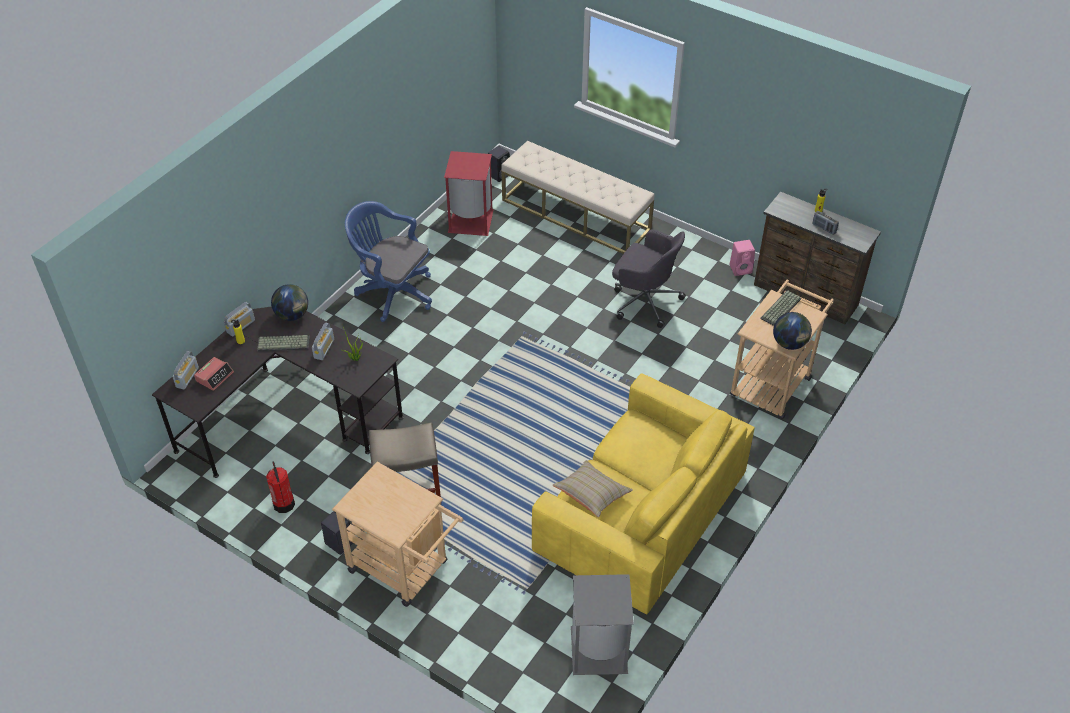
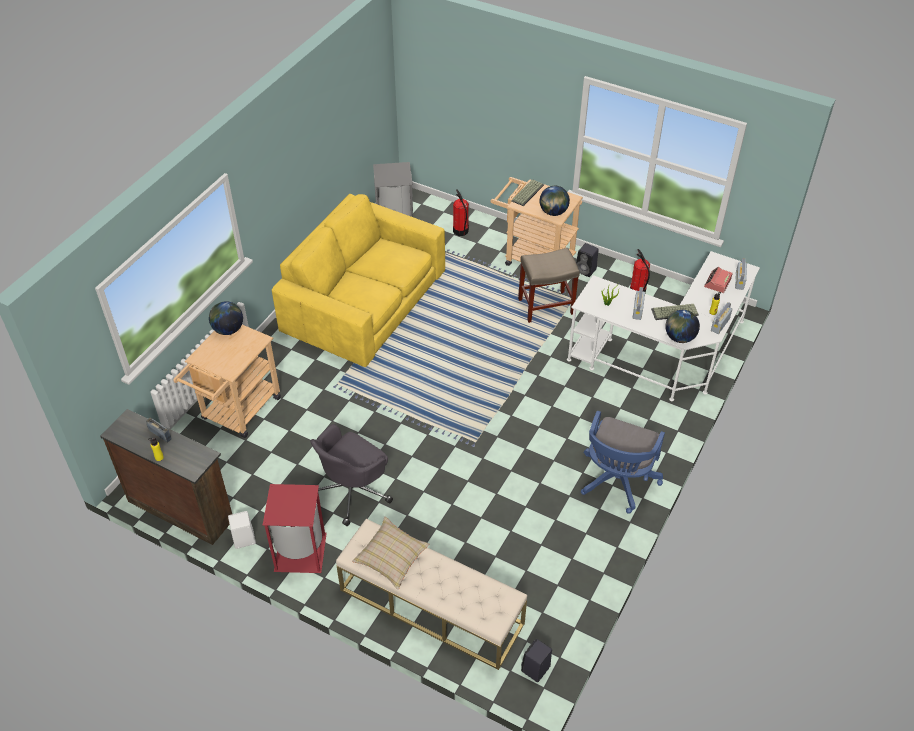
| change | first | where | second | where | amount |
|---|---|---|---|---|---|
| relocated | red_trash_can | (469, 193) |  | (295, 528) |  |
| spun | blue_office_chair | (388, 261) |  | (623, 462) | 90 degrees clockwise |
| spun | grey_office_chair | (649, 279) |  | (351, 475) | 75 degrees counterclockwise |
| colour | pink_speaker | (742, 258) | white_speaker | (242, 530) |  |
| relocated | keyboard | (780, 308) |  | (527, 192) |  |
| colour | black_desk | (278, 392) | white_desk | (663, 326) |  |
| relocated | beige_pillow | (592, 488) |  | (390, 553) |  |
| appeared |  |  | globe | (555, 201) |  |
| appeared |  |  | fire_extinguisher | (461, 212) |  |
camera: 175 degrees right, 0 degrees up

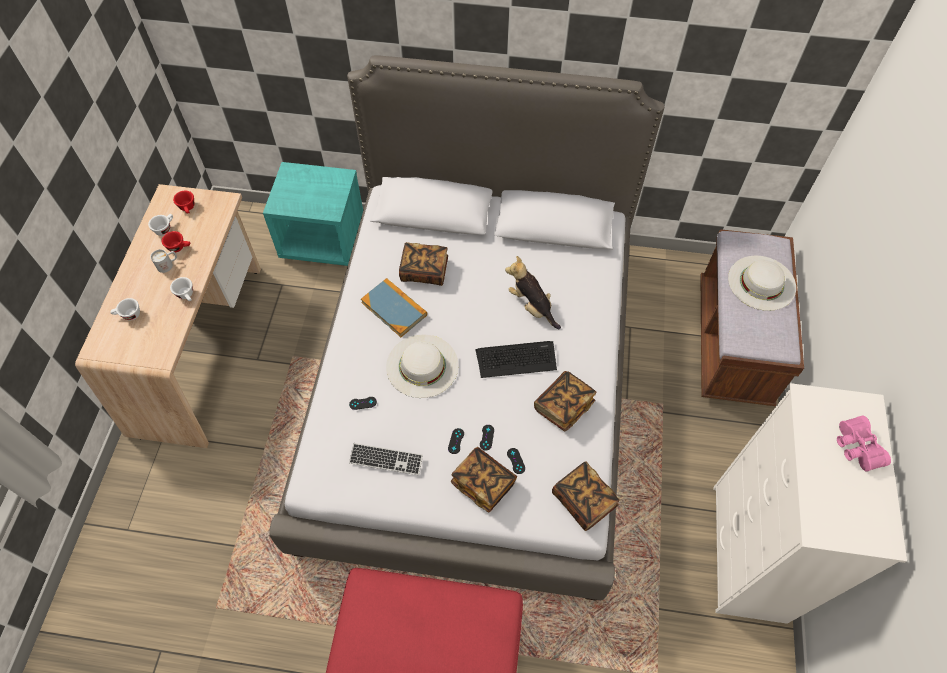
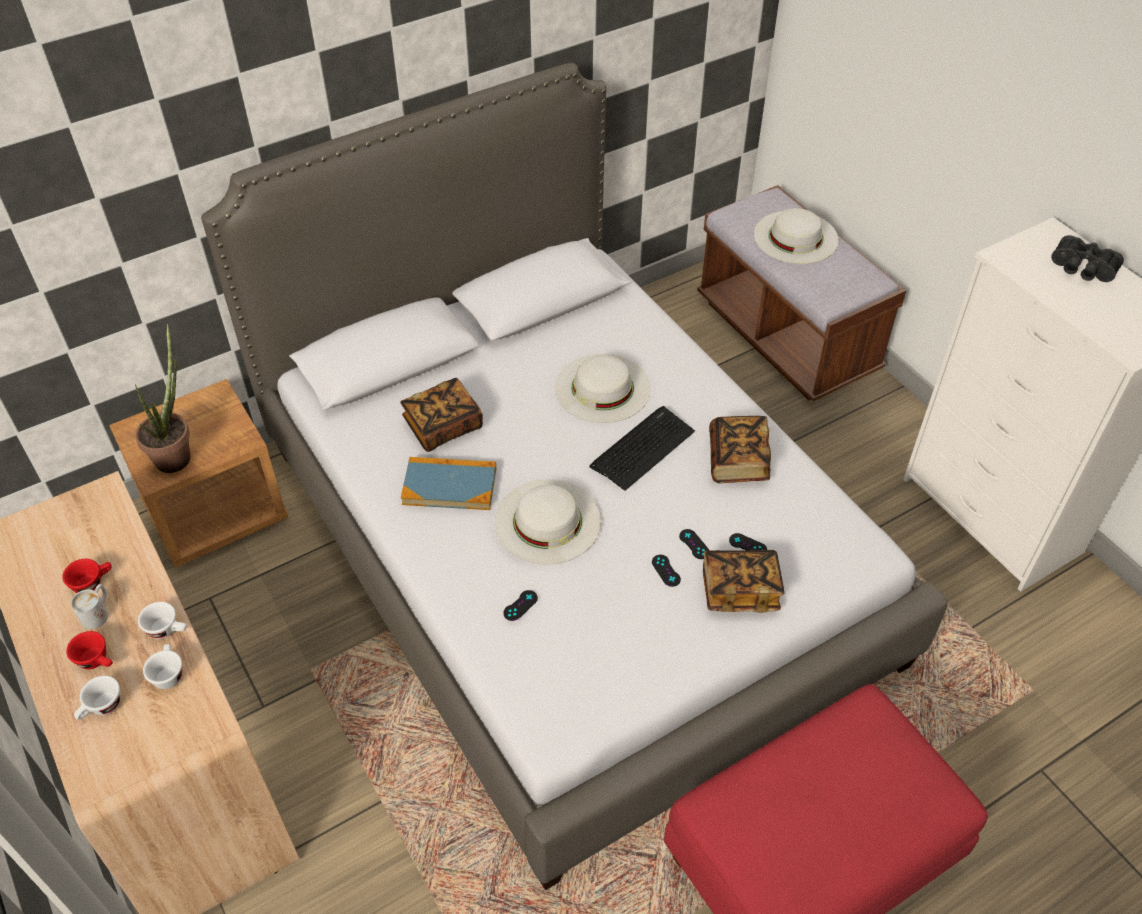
| change | first | where | second | where | amount |
|---|---|---|---|---|---|
| colour | turquoise_nightstand | (313, 214) | brown_nightstand | (198, 473) |  |
| relocated | red_cup | (183, 202) |  | (89, 650) |  |
| relocated | white_cup | (160, 225) |  | (162, 666) |  |
| exchanged | plush_toy | (533, 292) | white_hat | (603, 388) |  |
| colour | pink_binoculars | (864, 443) | black_binoculars | (1087, 258) |  |
| missing | keyboard | (386, 459) |  |  |  |
| missing | book | (585, 496) |  |  |  |
| appeared |  |  | potted_plant | (162, 398) |  |
camera: 40 degrees left, 10 degrees down

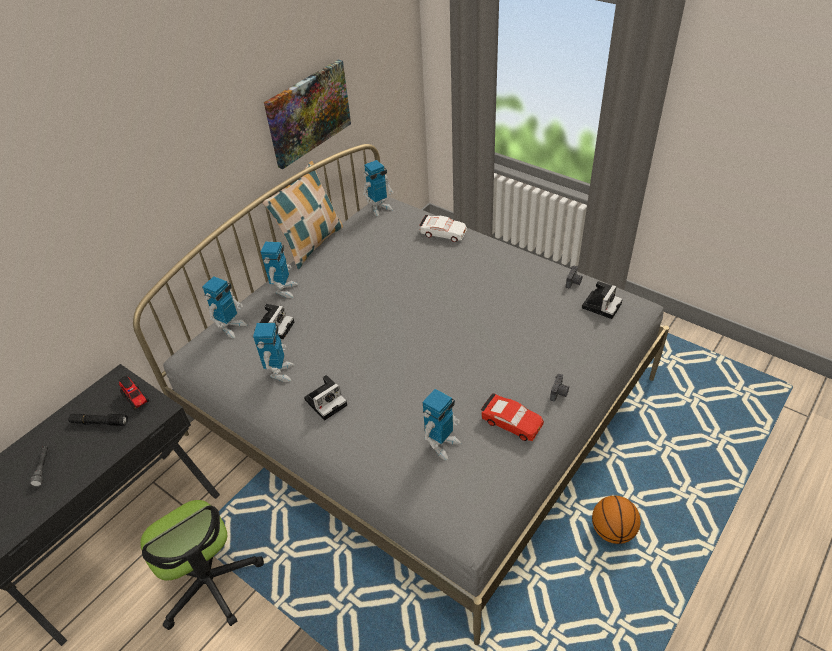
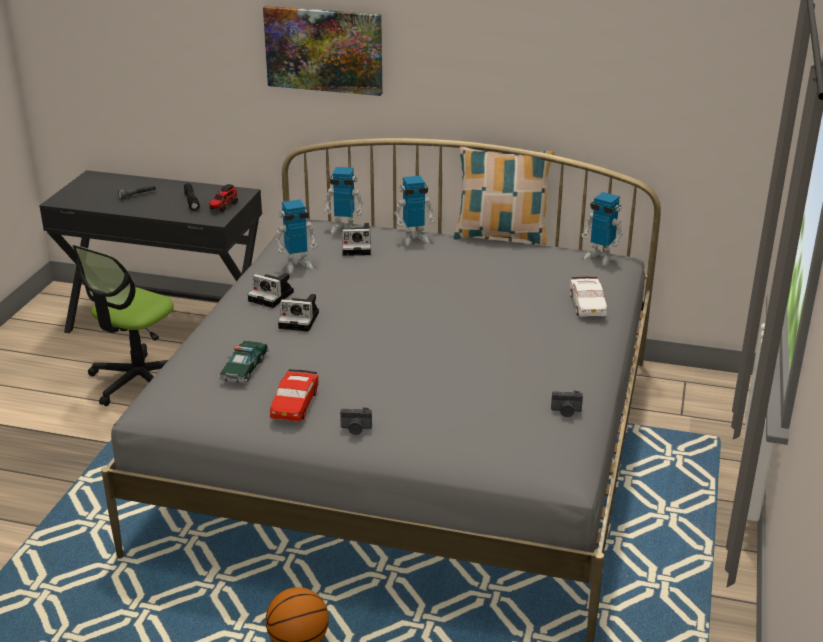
| change | first | where | second | where | amount |
|---|---|---|---|---|---|
| relocated | picture | (307, 114) |  | (322, 51) |  |
| relocated | photo_camera | (602, 300) |  | (298, 312) |  |
| exchanged | toy_robot | (442, 424) | toy_car | (244, 362) |  |
camera: 65 degrees right, 15 degrees down

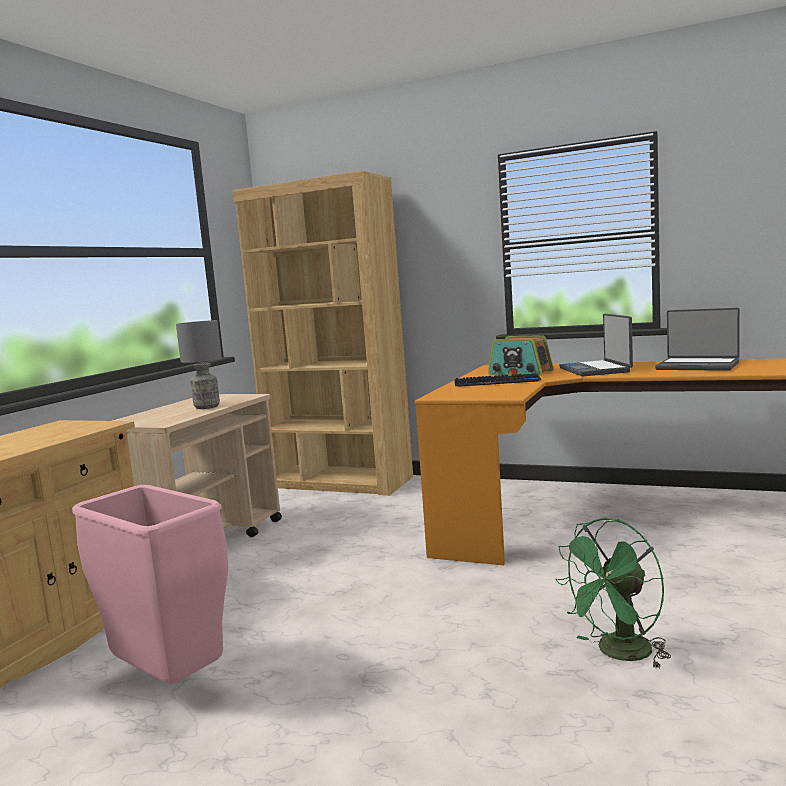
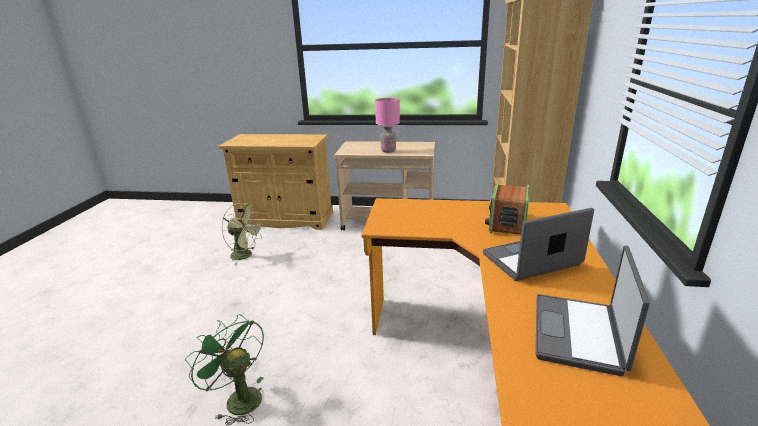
| change | first | where | second | where | amount |
|---|---|---|---|---|---|
| colour | grey_table_lamp | (199, 364) | pink_table_lamp | (387, 125) |  |
| missing | keyboard | (497, 380) |  |  |  |
| exchanged | pink_trash_can | (150, 584) | green_fan | (243, 234) |  |
camera: 75 degrees right, 15 degrees up

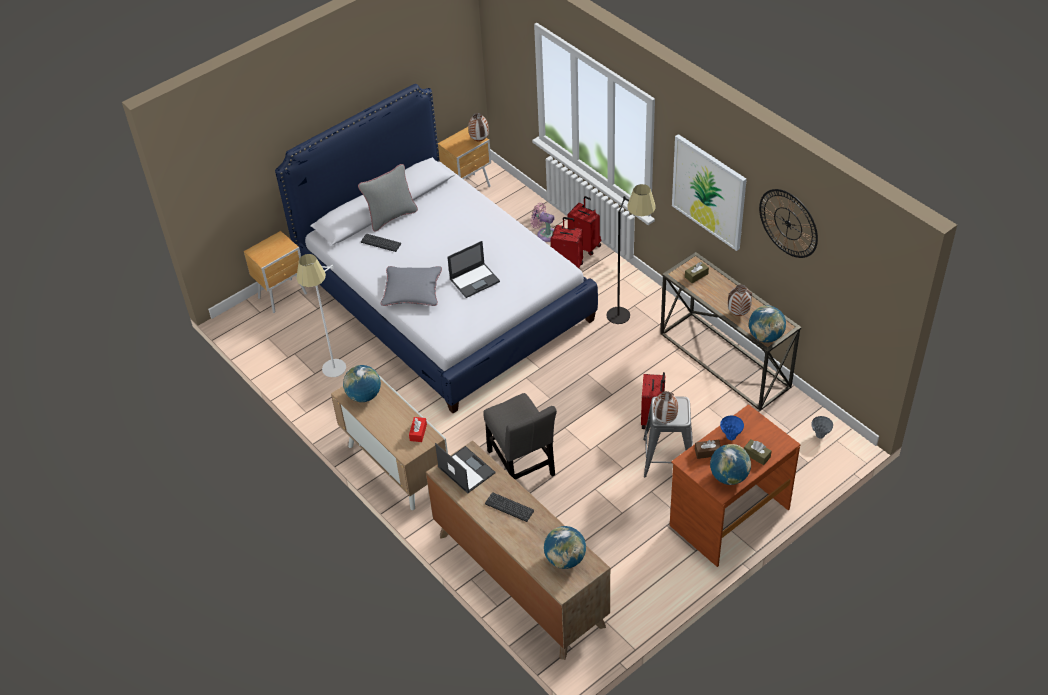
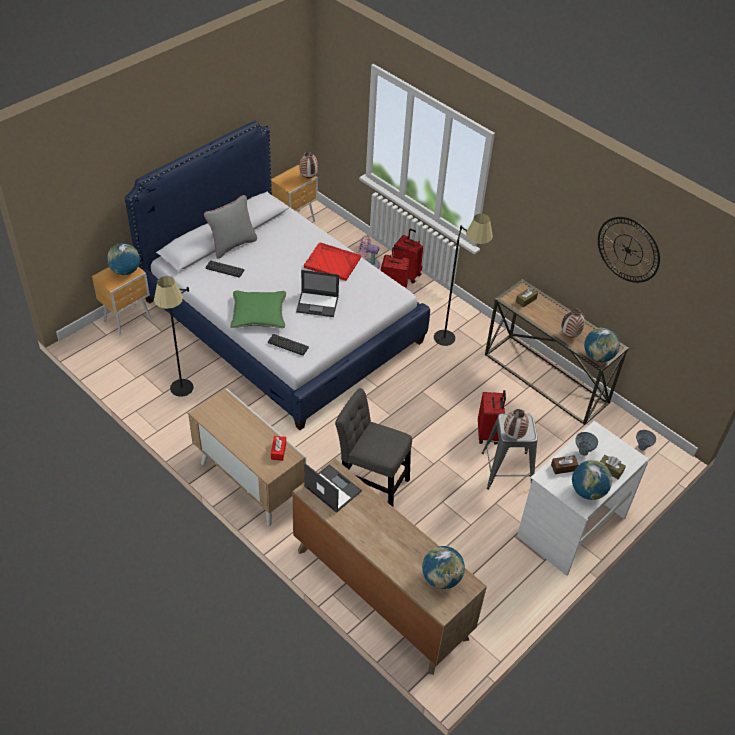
| change | first | where | second | where | amount |
|---|---|---|---|---|---|
| missing | picture | (709, 192) |  |  |  |
| spun | laptop | (473, 269) |  | (317, 293) | 45 degrees clockwise |
| colour | white_floor_lamp | (321, 315) | black_floor_lamp | (174, 336) |  |
| colour | grey_pillow | (411, 286) | green_pillow | (258, 309) |  |
| relocated | globe | (362, 383) |  | (123, 259) |  |
| spun | grey_chair | (520, 436) |  | (373, 447) | 150 degrees clockwise |
| colour | brown_desk | (735, 485) | white_desk | (583, 498) |  |
| colour | blue_vase | (732, 428) | grey_vase | (586, 444) |  |
| relocated | keyboard | (509, 507) |  | (288, 345) |  |
| appeared |  |  | red_tray | (332, 261) |  |
camera: 10 degrees left, 0 degrees up

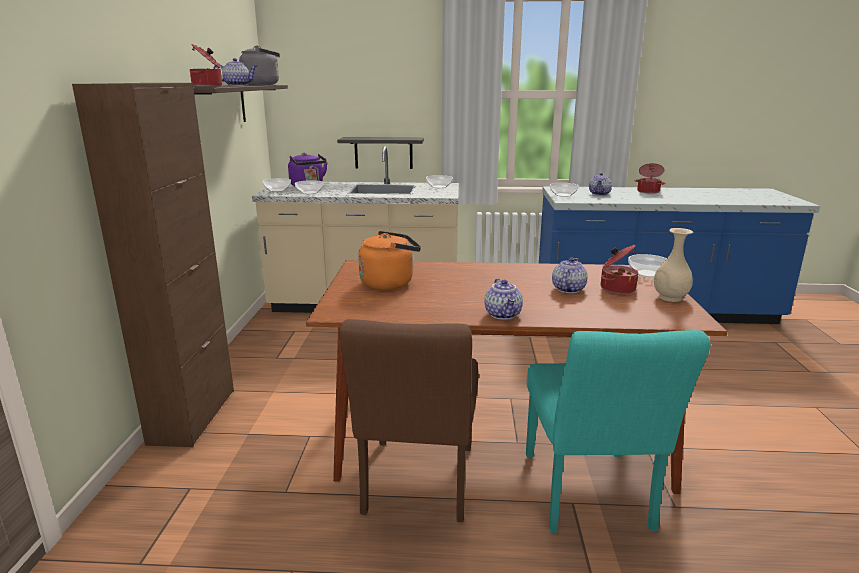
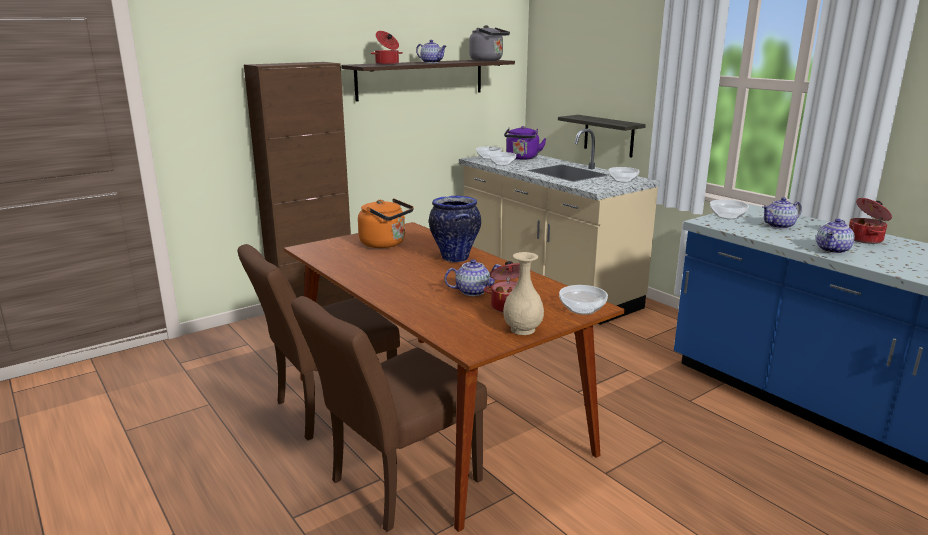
| change | first | where | second | where | amount |
|---|---|---|---|---|---|
| relocated | teapot | (503, 299) |  | (835, 236) |  |
| colour | turquoise_chair | (618, 431) | brown_chair | (389, 414) |  |
| appeared |  |  | vase | (455, 229) |  |
camera: 50 degrees right, 0 degrees up

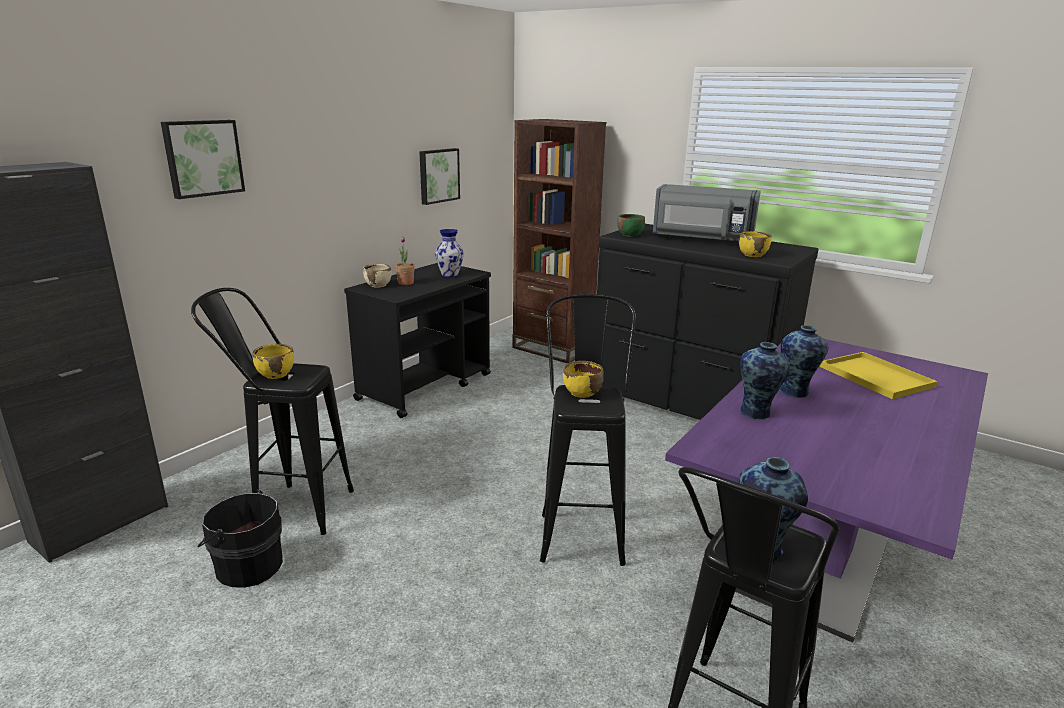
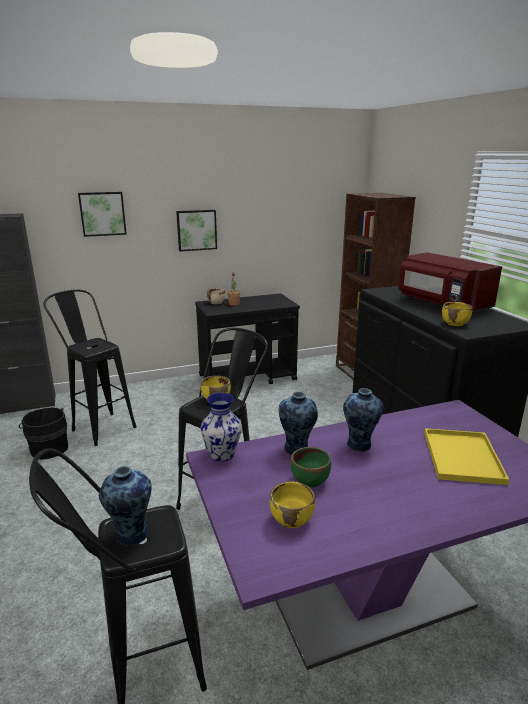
| change | first | where | second | where | amount |
|---|---|---|---|---|---|
| relocated | picture | (439, 176) |  | (196, 230) |  |
| colour | grey_microwave | (707, 214) | red_microwave | (450, 282) |  |
| relocated | green_bowl | (631, 225) |  | (310, 467) |  |
| relocated | vase | (449, 253) |  | (221, 427) |  |
| relocated | yellow_bowl | (273, 361) |  | (292, 504) |  |
camera: 35 degrees right, 0 degrees up

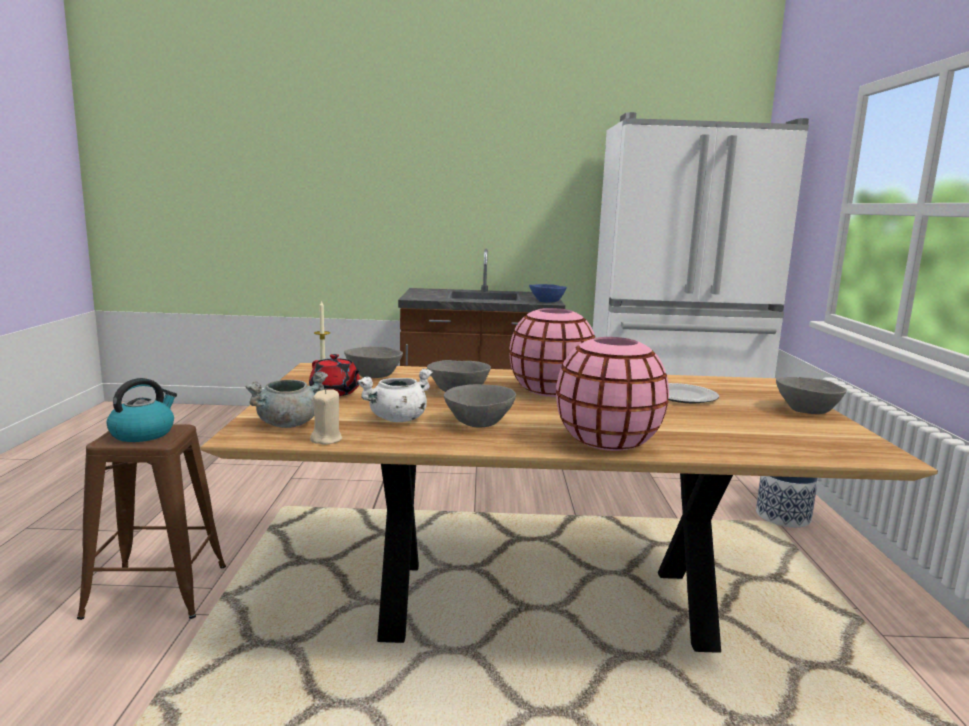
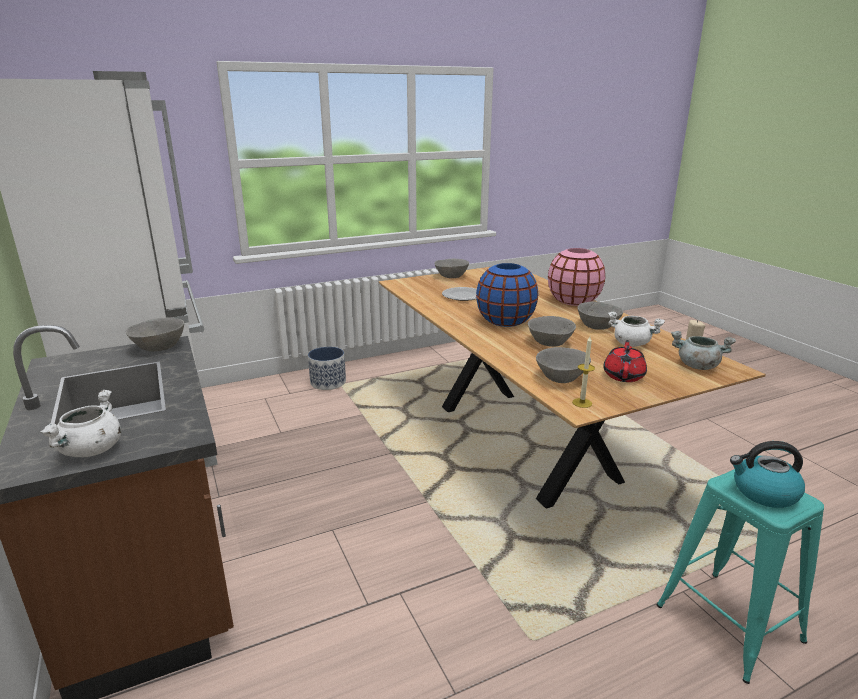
| change | first | where | second | where | amount |
|---|---|---|---|---|---|
| colour | blue_bowl | (548, 293) | grey_bowl | (155, 334) |  |
| colour | pink_vase | (552, 352) | blue_vase | (507, 295) |  |
| colour | brown_stool | (151, 522) | turquoise_stool | (740, 576) |  |
| appeared |  |  | white_cooking_pot | (80, 423) |  |
camera: 115 degrees left, 10 degrees up

